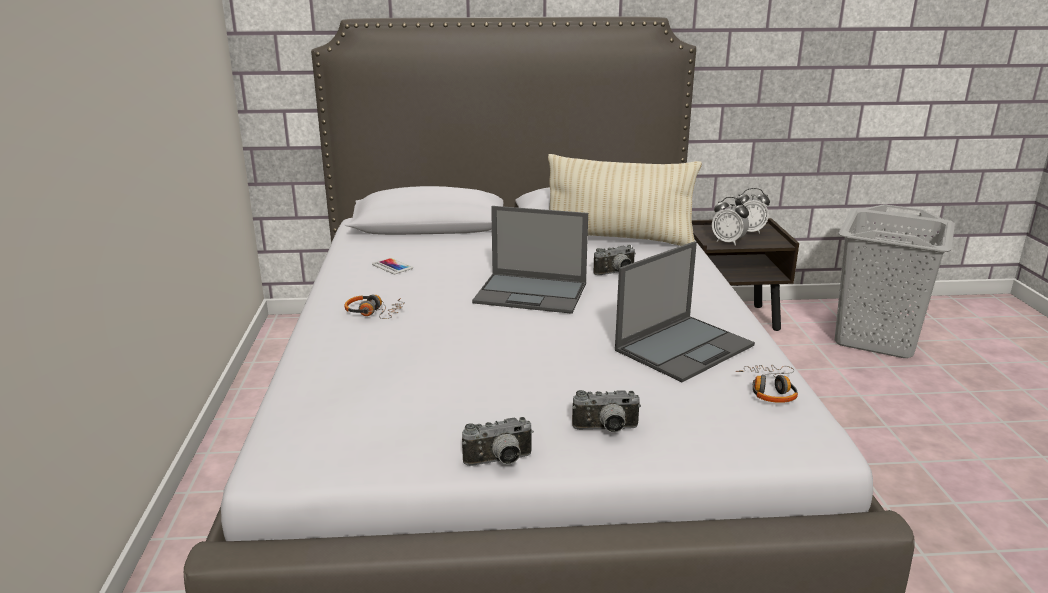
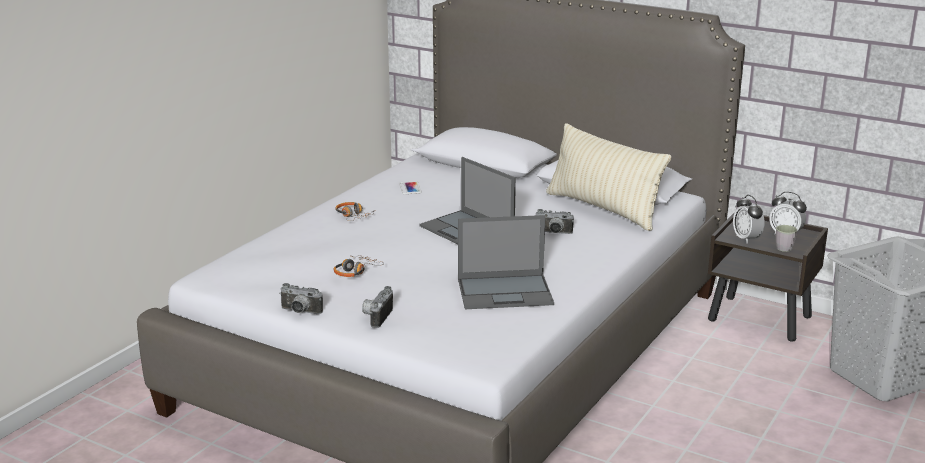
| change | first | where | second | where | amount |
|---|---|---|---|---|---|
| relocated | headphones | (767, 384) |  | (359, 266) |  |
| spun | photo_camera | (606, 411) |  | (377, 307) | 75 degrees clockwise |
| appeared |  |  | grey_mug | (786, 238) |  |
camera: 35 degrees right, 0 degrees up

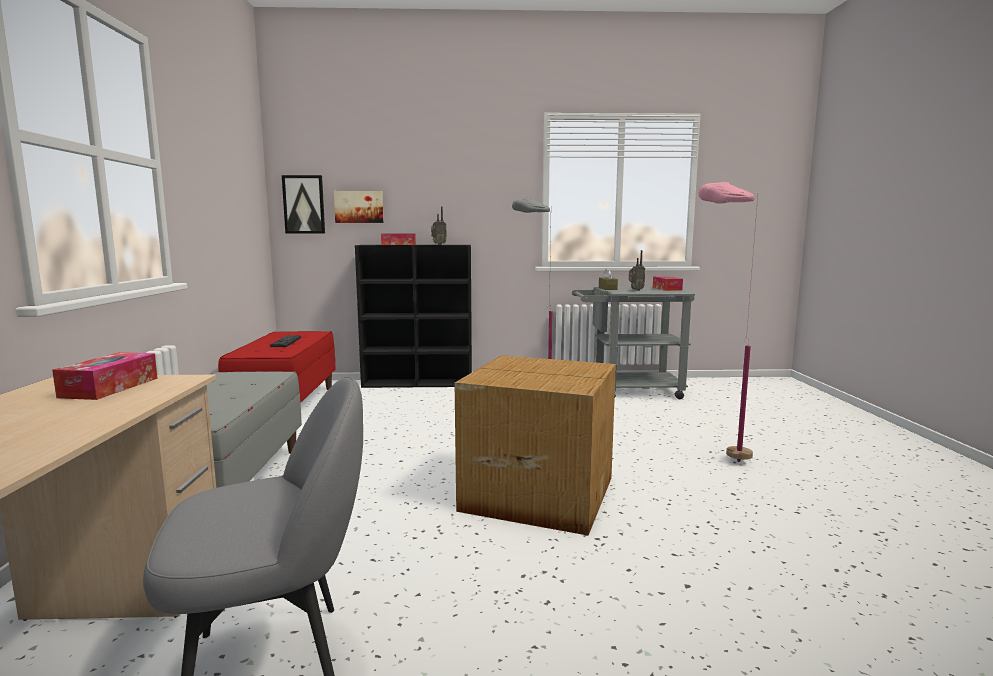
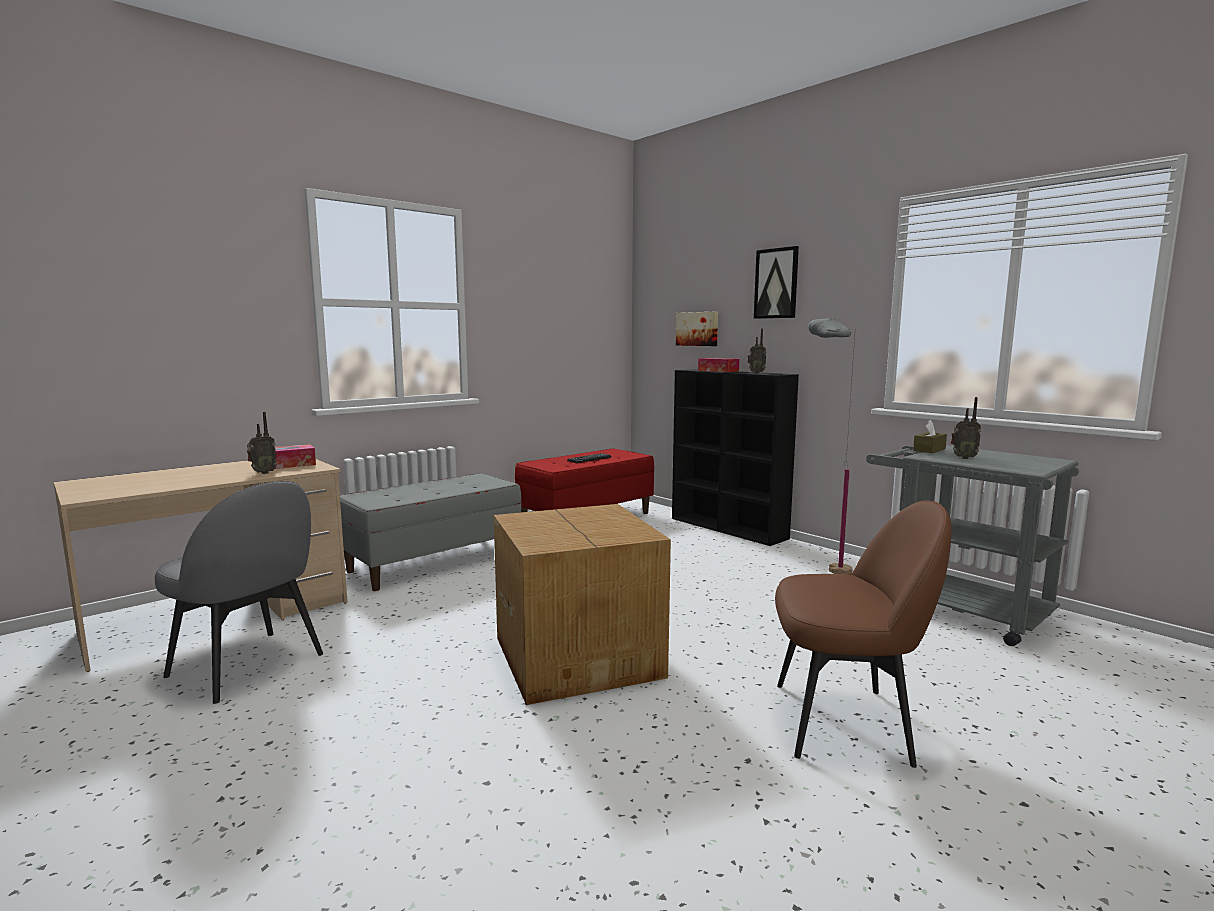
| change | first | where | second | where | amount |
|---|---|---|---|---|---|
| relocated | picture | (303, 204) |  | (776, 282) |  |
| exchanged | pink_floor_lamp | (728, 322) | brown_chair | (863, 634) |  |
| missing | tissue_box | (668, 283) |  |  |  |
| appeared |  |  | radio | (262, 443) |  |
camera: 50 degrees right, 0 degrees up

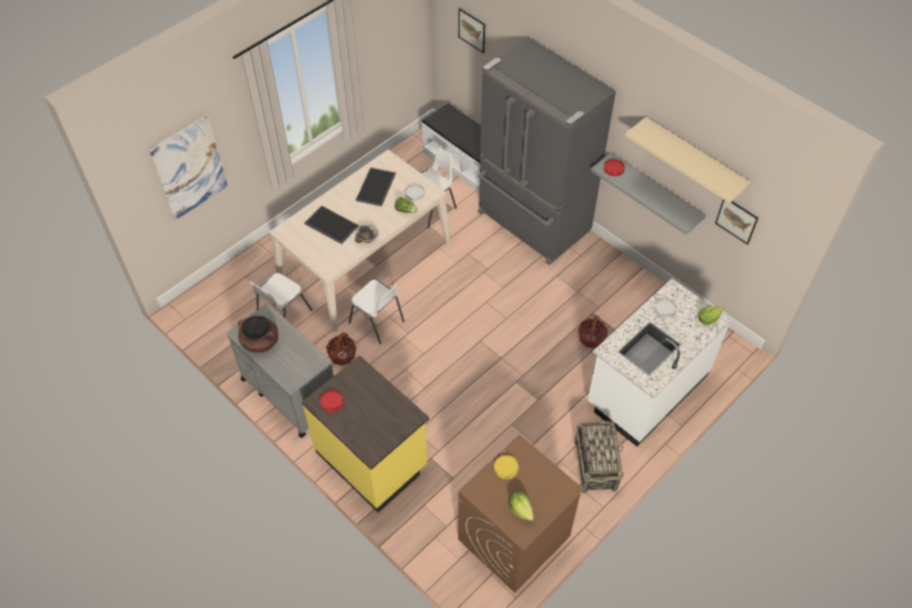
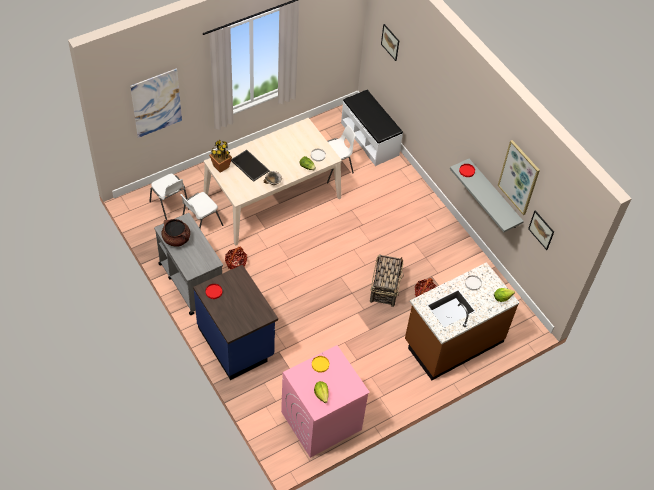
| change | first | where | second | where | amount |
|---|---|---|---|---|---|
| missing | grey_fridge | (547, 151) |  |  |  |
| exchanged | beige_shelf | (688, 160) | picture | (519, 177) |  |
| missing | tray | (376, 186) |  |  |  |
| colour | white_counter | (659, 362) | brown_counter | (462, 321) |  |
| relocated | white_chair | (377, 312) |  | (169, 197) |  |
| colour | yellow_counter | (365, 434) | blue_counter | (235, 322) |  |
| relocated | basket | (599, 456) |  | (387, 281) |  |
| colour | brown_washing_machine | (521, 513) | pink_washing_machine | (325, 401) |  |
| appeared |  |  | potted_plant | (220, 156) |  |
camera: 10 degrees right, 0 degrees up

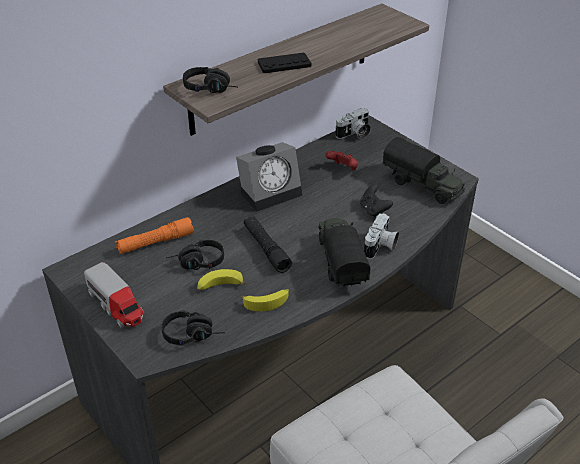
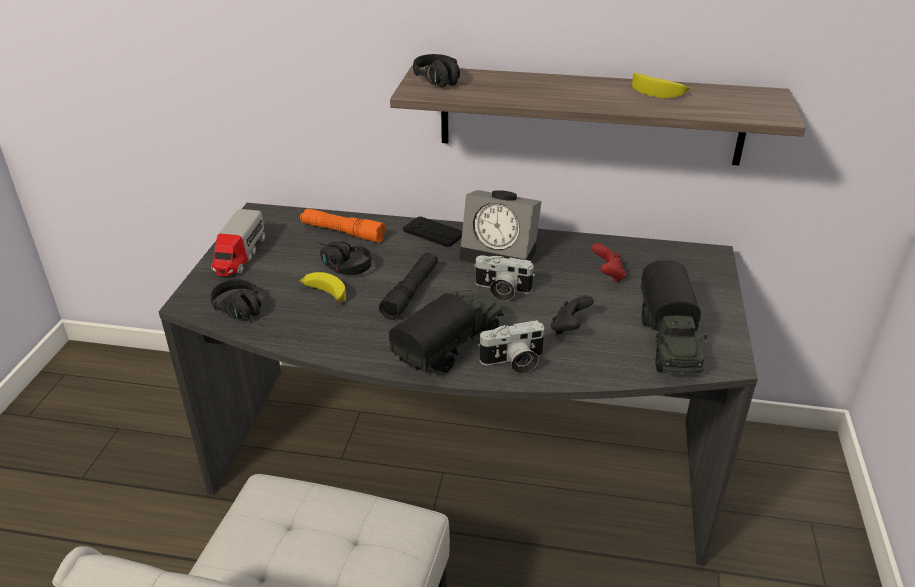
| change | first | where | second | where | amount |
|---|---|---|---|---|---|
| relocated | black_game_controller | (284, 63) |  | (432, 231) |  |
| relocated | photo_camera | (353, 123) |  | (504, 278) |  |
| relocated | banana | (265, 300) |  | (661, 85) |  |
camera: 50 degrees right, 5 degrees down

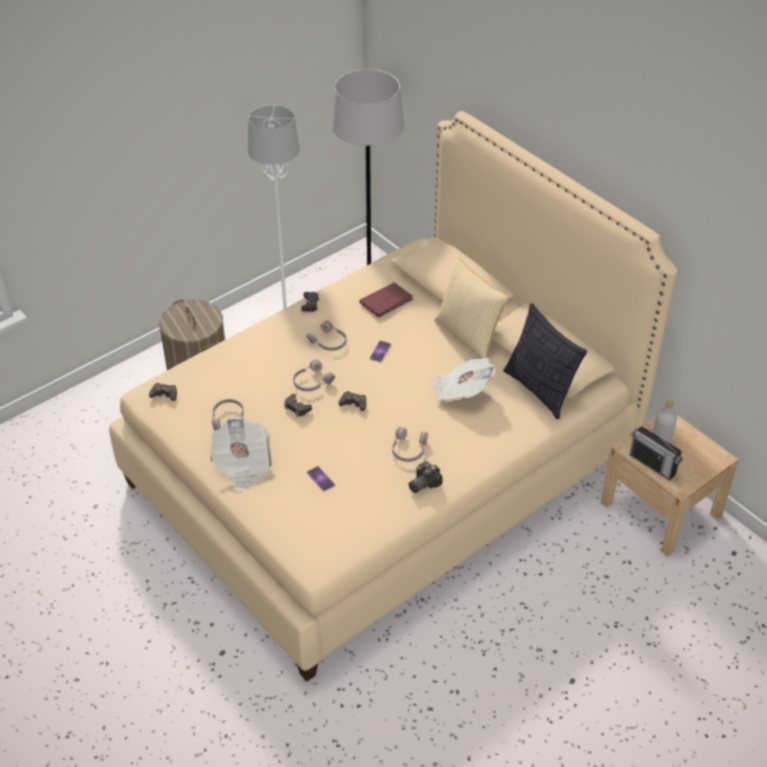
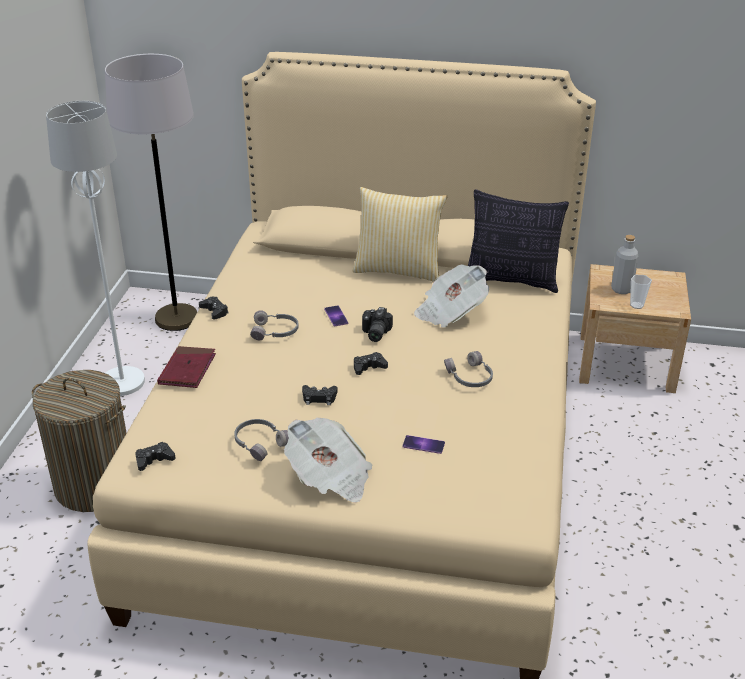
| change | first | where | second | where | amount |
|---|---|---|---|---|---|
| relocated | red_book | (386, 300) |  | (186, 367) |  |
| missing | grey_headphones | (314, 375) |  |  |  |
| exchanged | radio | (656, 451) | cup | (641, 292) |  |
| relocated | photo_camera | (426, 477) |  | (377, 324) |  |
camera: 40 degrees left, 10 degrees down

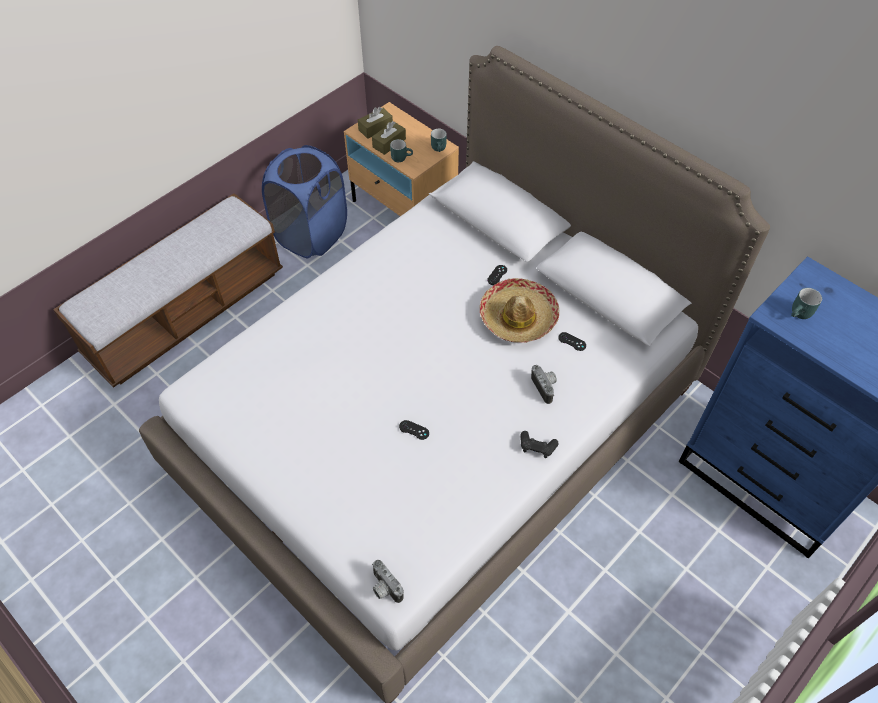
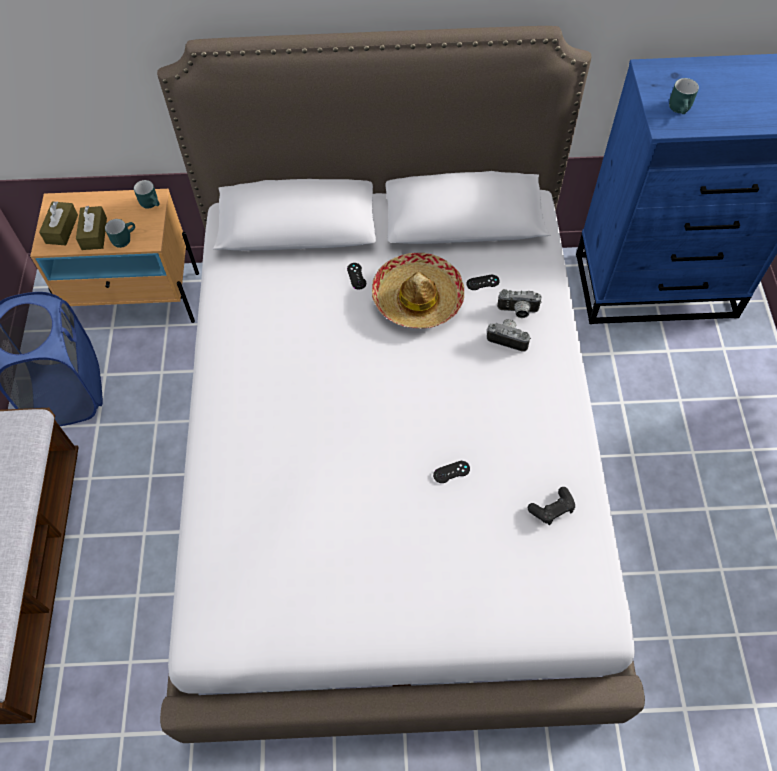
| change | first | where | second | where | amount |
|---|---|---|---|---|---|
| relocated | black_game_controller | (539, 444) |  | (551, 506) |  |
| relocated | photo_camera | (388, 581) |  | (519, 303) |  |
camera: 45 degrees left, 5 degrees up

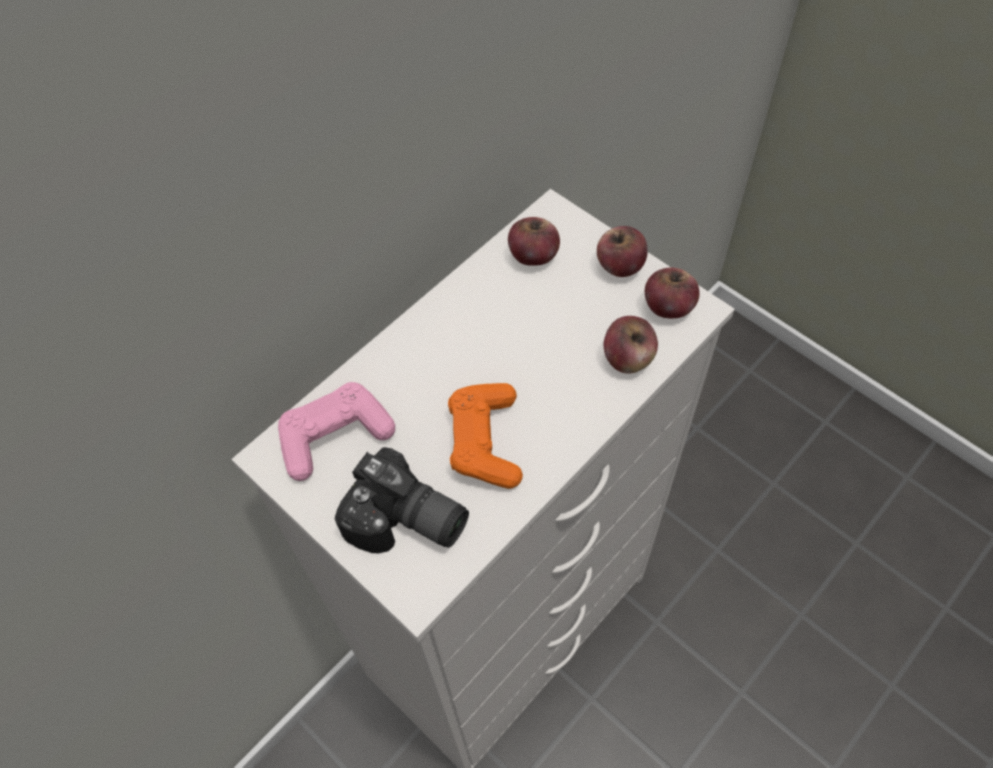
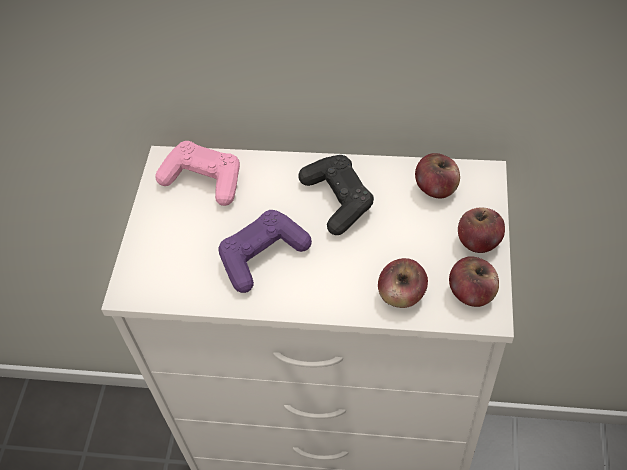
| change | first | where | second | where | amount |
|---|---|---|---|---|---|
| colour | orange_game_controller | (485, 436) | purple_game_controller | (265, 251) |  |
| missing | photo_camera | (402, 500) |  |  |  |
| appeared |  |  | black_game_controller | (336, 195) |  |
camera: 55 degrees right, 5 degrees down

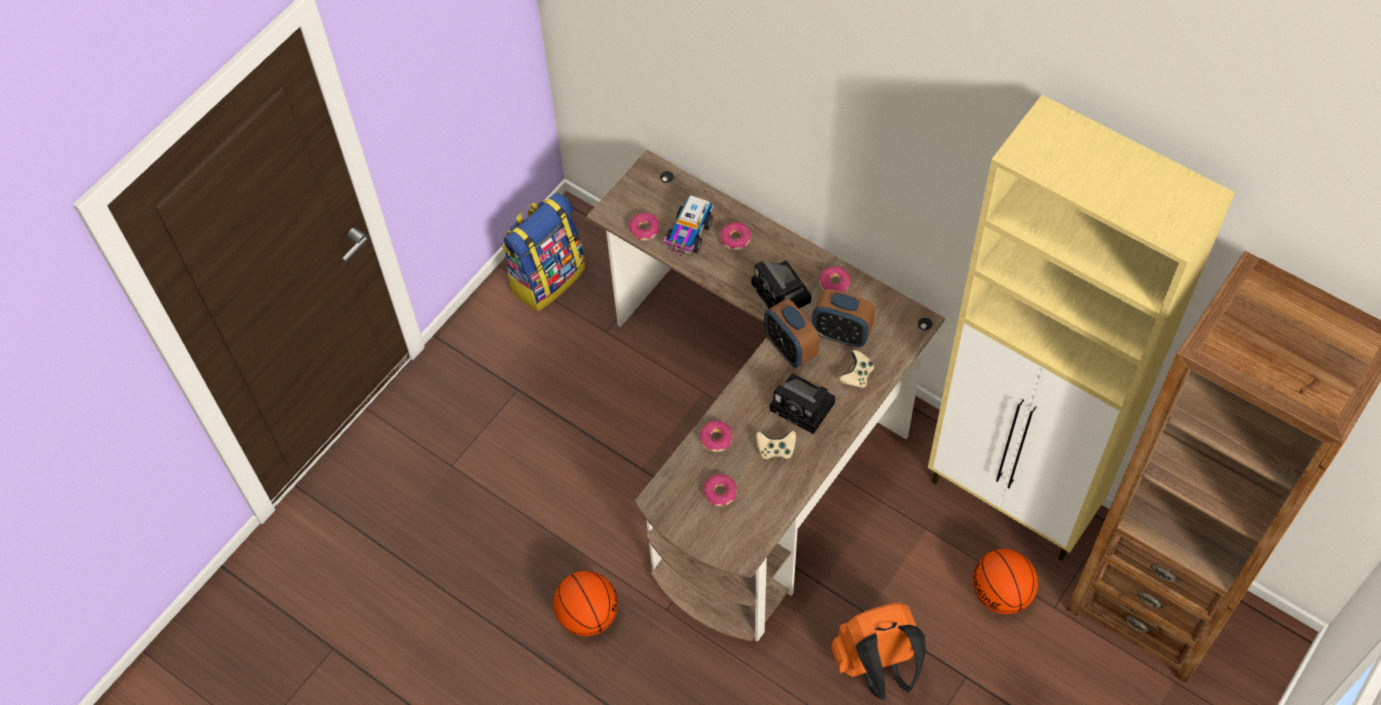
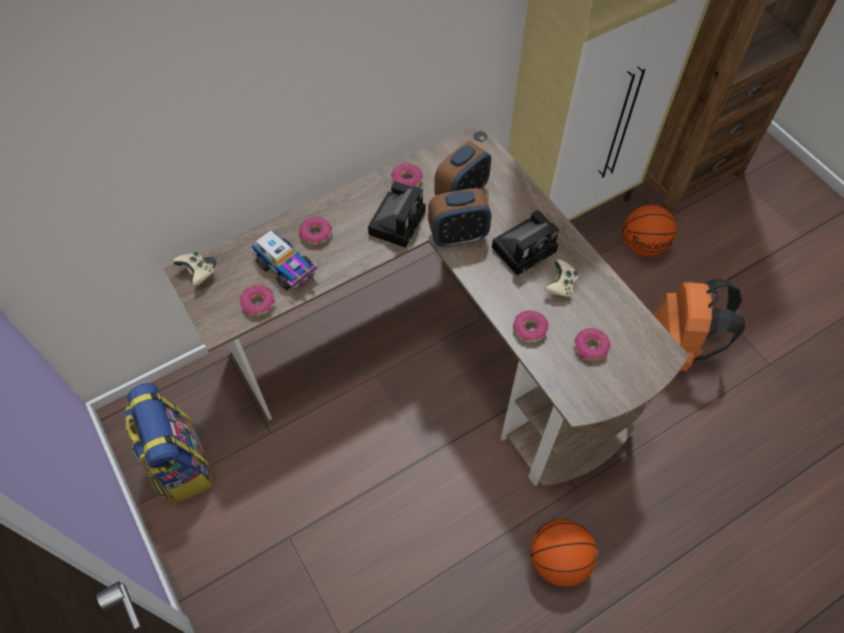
| change | first | where | second | where | amount |
|---|---|---|---|---|---|
| spun | photo_camera | (781, 284) |  | (396, 215) | 60 degrees counterclockwise |
| relocated | beige_game_controller | (856, 369) |  | (193, 269) |  |
camera: 70 degrees left, 0 degrees up

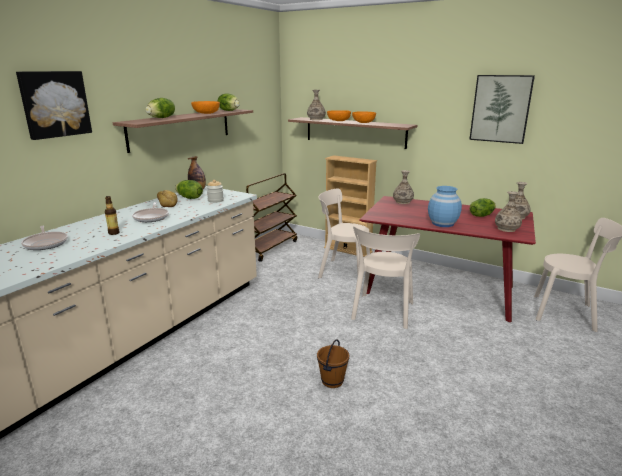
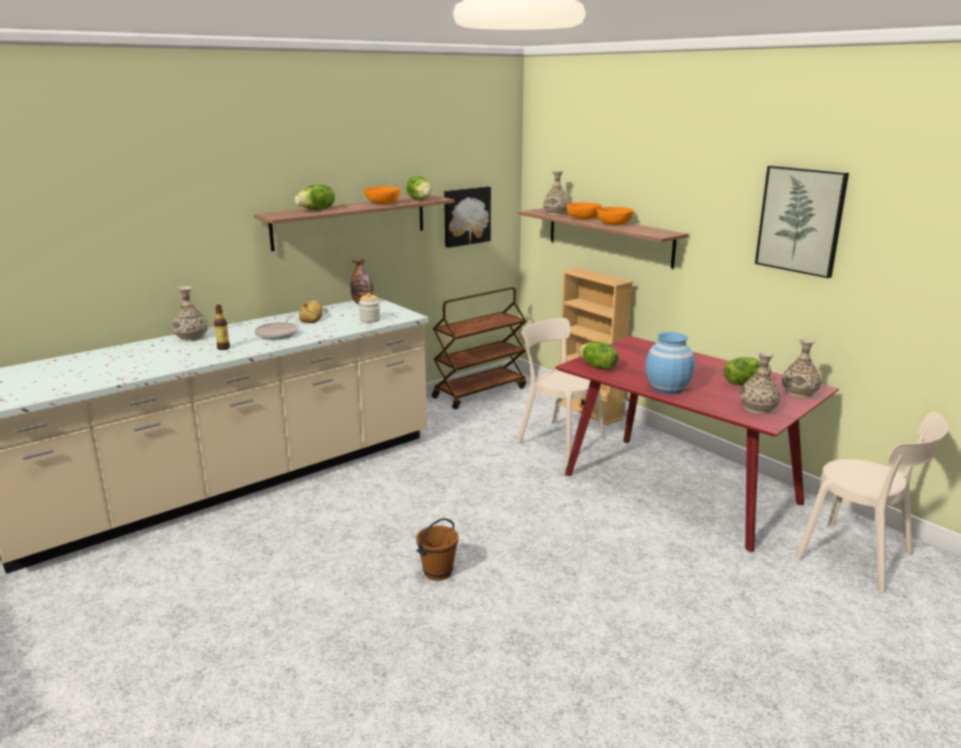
| change | first | where | second | where | amount |
|---|---|---|---|---|---|
| relocated | picture | (54, 105) |  | (467, 217) |  |
| relocated | vase | (403, 187) |  | (190, 313) |  |
| relocated | lettuce | (189, 189) |  | (599, 355) |  |
| missing | frying_pan | (44, 238) |  |  |  |
| missing | beige_chair | (385, 277) |  |  |  |
camera: 20 degrees right, 0 degrees up

